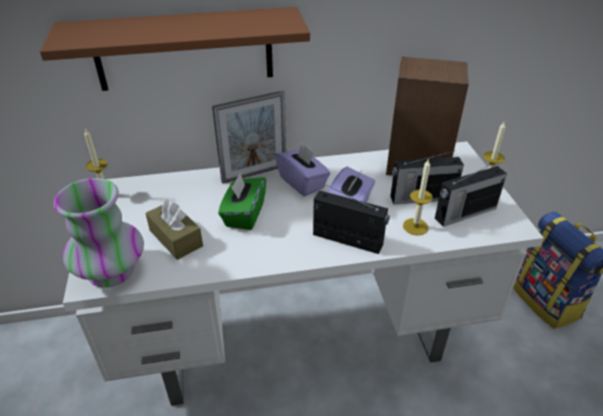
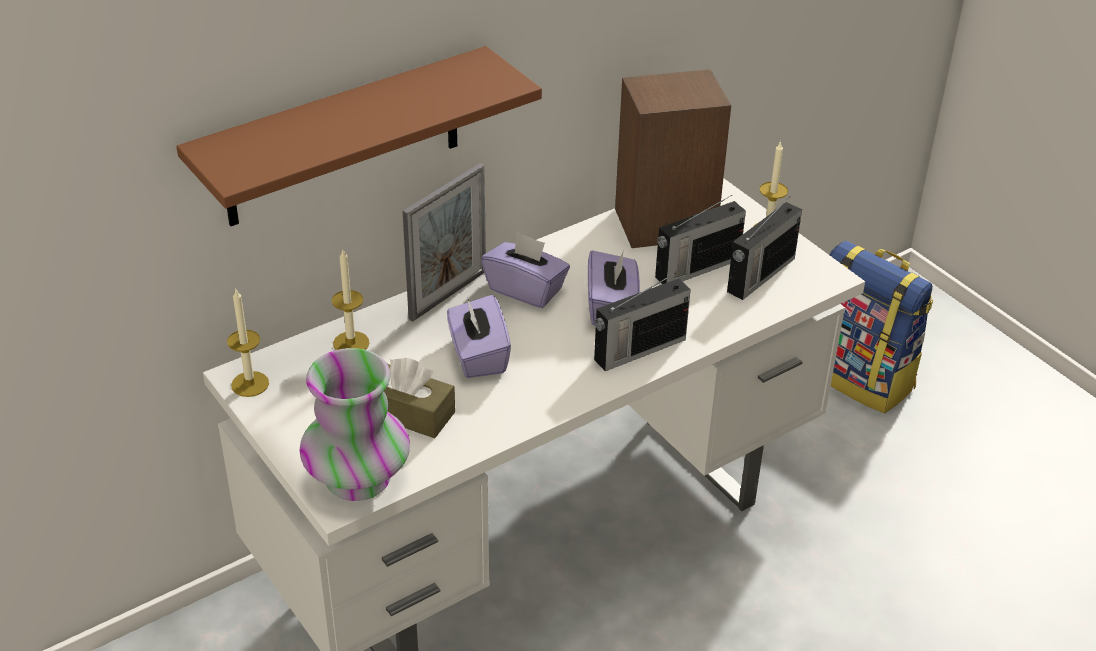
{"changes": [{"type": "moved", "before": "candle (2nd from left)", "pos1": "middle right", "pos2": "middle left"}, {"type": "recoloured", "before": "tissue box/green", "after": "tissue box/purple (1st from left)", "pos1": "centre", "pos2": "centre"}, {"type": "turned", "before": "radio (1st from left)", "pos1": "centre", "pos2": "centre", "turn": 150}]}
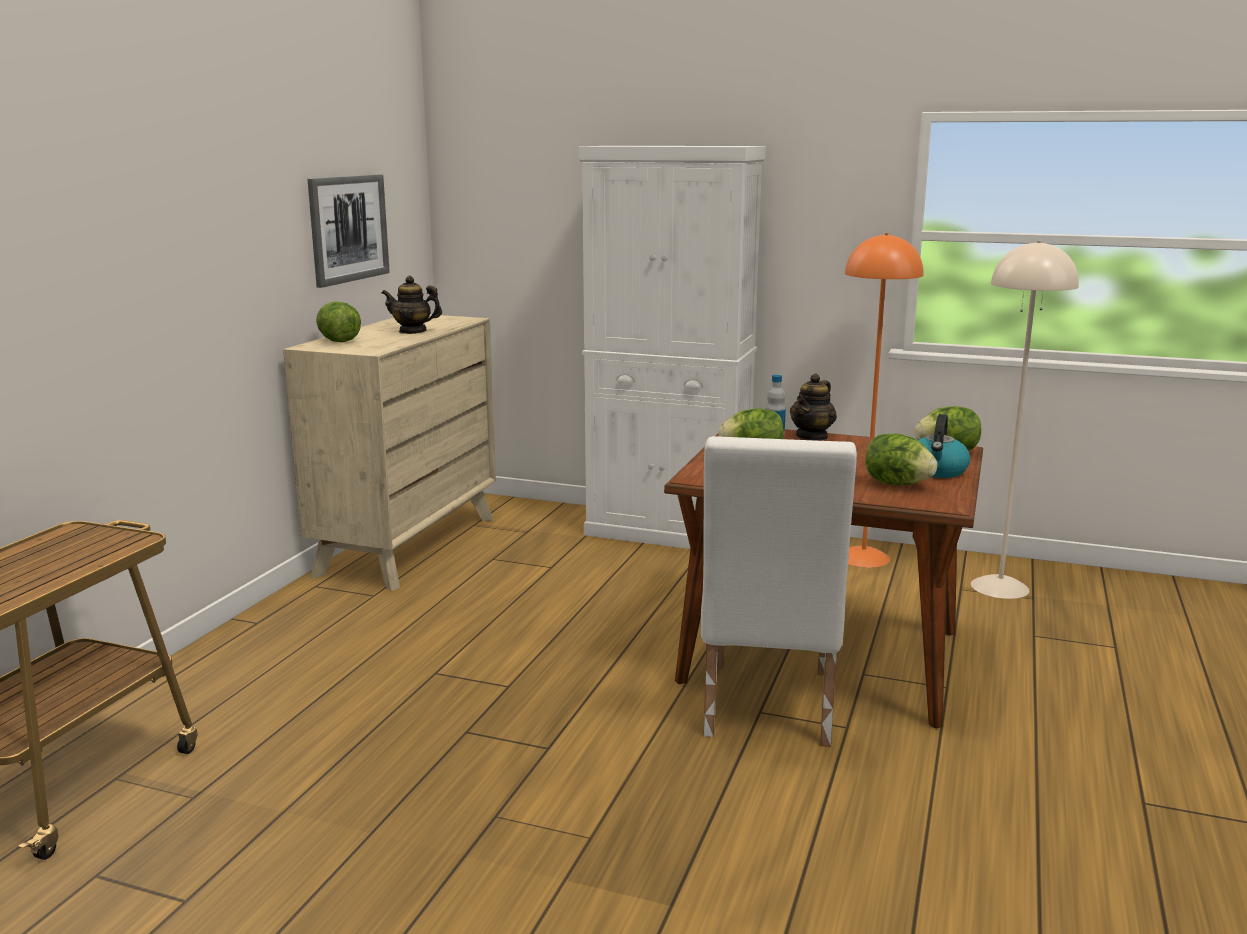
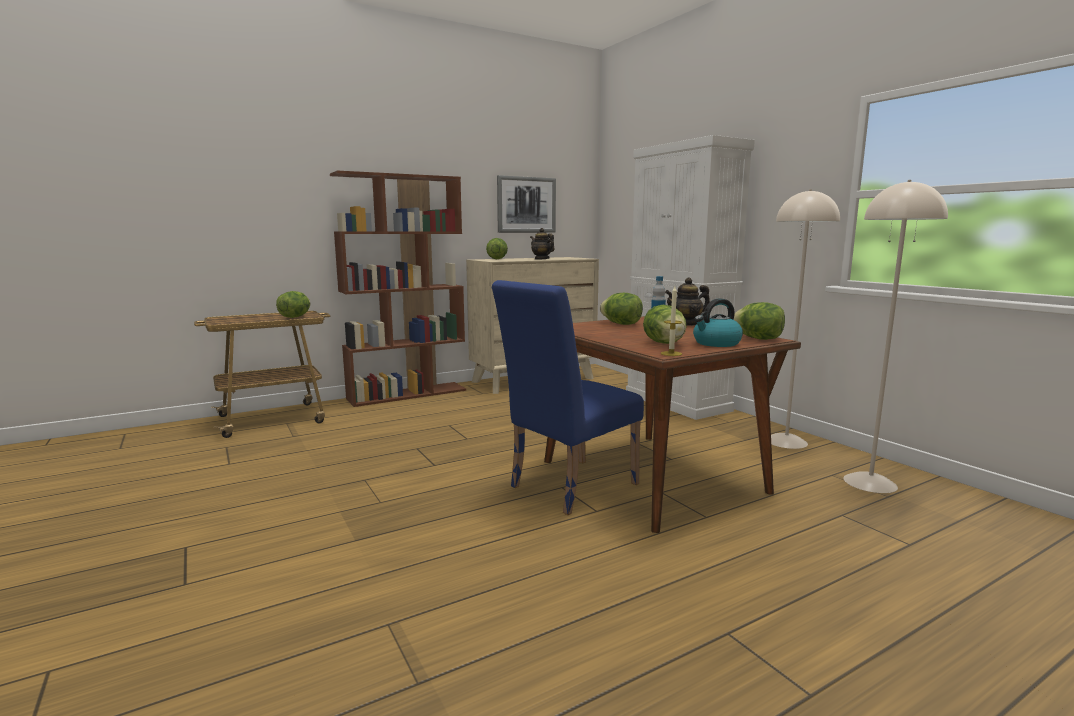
{"changes": [{"type": "recoloured", "before": "floor lamp/orange", "after": "floor lamp/beige (1st from left)", "pos1": "middle right", "pos2": "middle right"}, {"type": "recoloured", "before": "chair/white", "after": "chair/blue", "pos1": "centre", "pos2": "centre"}, {"type": "added", "after": "bookcase/brown", "pos2": "centre"}, {"type": "added", "after": "candle", "pos2": "centre"}, {"type": "added", "after": "lettuce (1st from left)", "pos2": "middle left"}]}
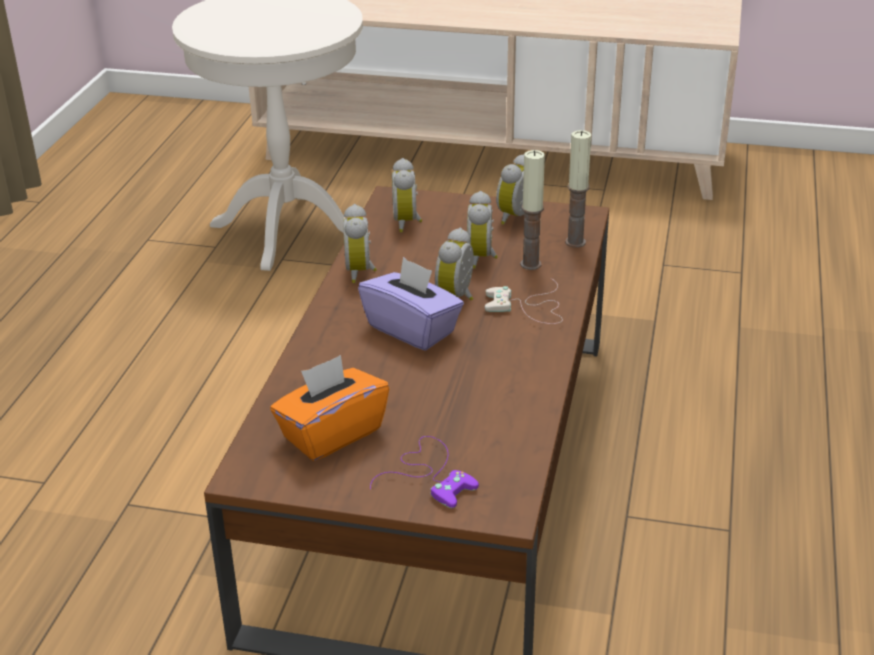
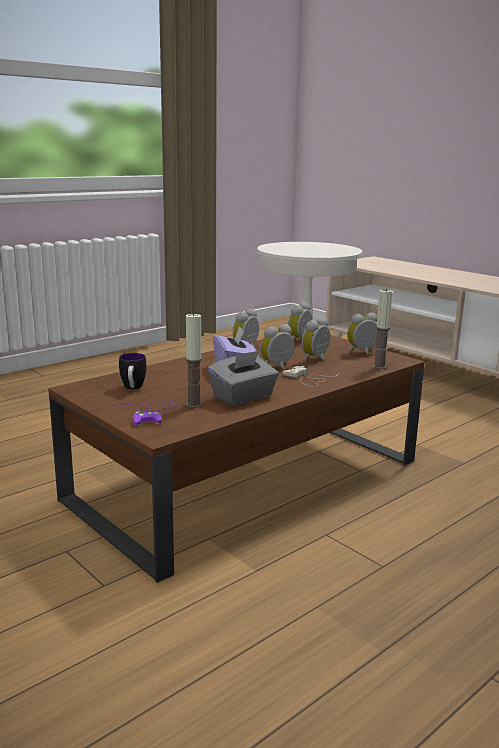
{"changes": [{"type": "moved", "before": "candle (1st from left)", "pos1": "top centre", "pos2": "centre"}, {"type": "replaced", "before": "tissue box/orange", "after": "mug", "pos1": "centre", "pos2": "middle left"}, {"type": "added", "after": "tissue box/grey", "pos2": "centre"}]}
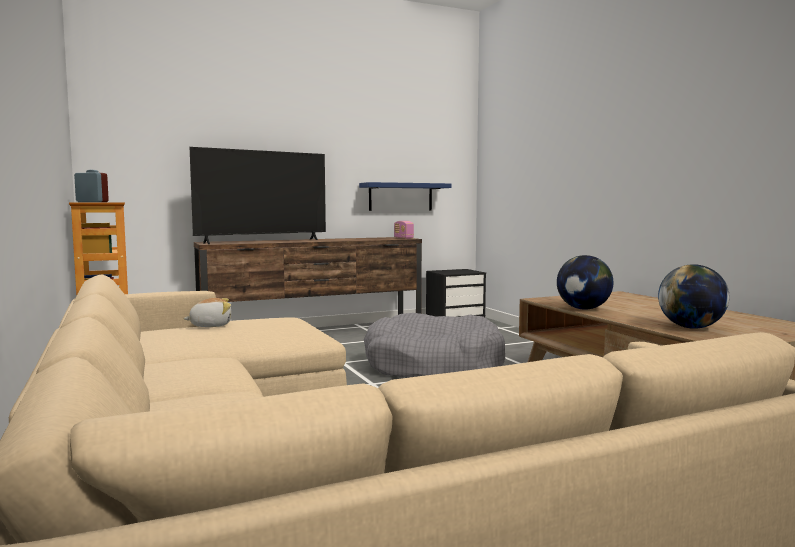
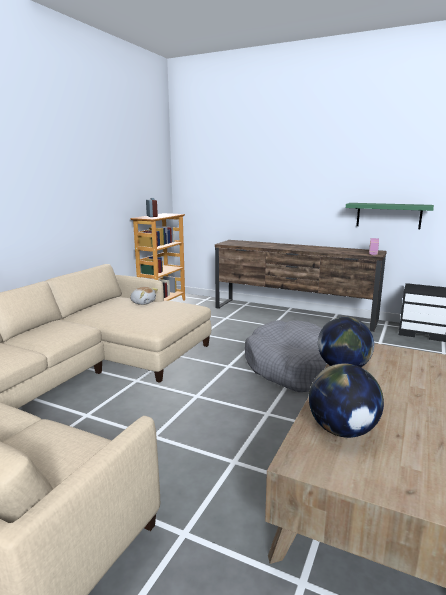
{"changes": [{"type": "removed", "before": "television", "pos1": "middle left"}, {"type": "recoloured", "before": "shelf/blue", "after": "shelf/green", "pos1": "centre", "pos2": "middle right"}]}
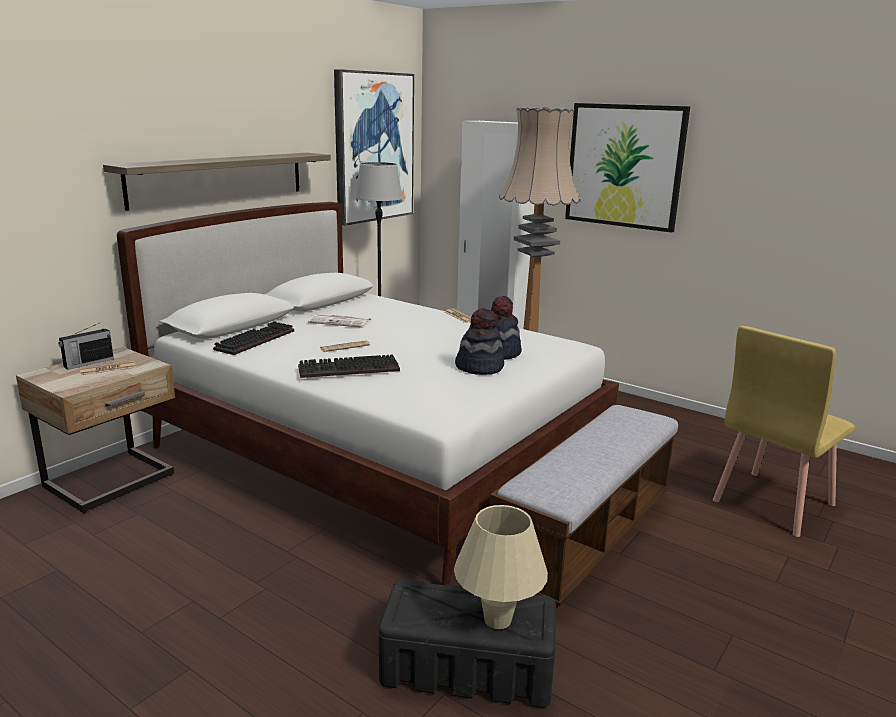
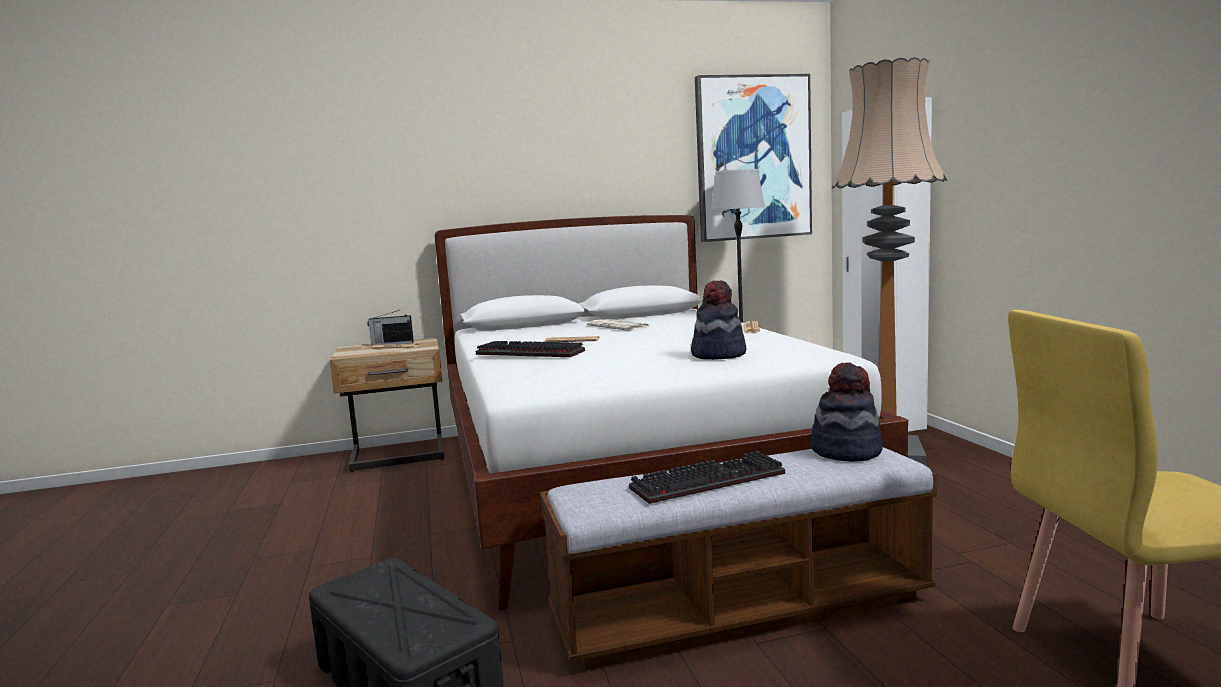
{"changes": [{"type": "removed", "before": "picture (2nd from left)", "pos1": "top right"}, {"type": "removed", "before": "shelf", "pos1": "top left"}, {"type": "moved", "before": "hat (1st from left in the first image)", "after": "hat (2nd from left)", "pos1": "centre", "pos2": "middle right"}, {"type": "moved", "before": "keyboard (1st from left in the first image)", "after": "keyboard (2nd from left)", "pos1": "middle left", "pos2": "bottom centre"}, {"type": "removed", "before": "table lamp/beige", "pos1": "bottom centre"}]}
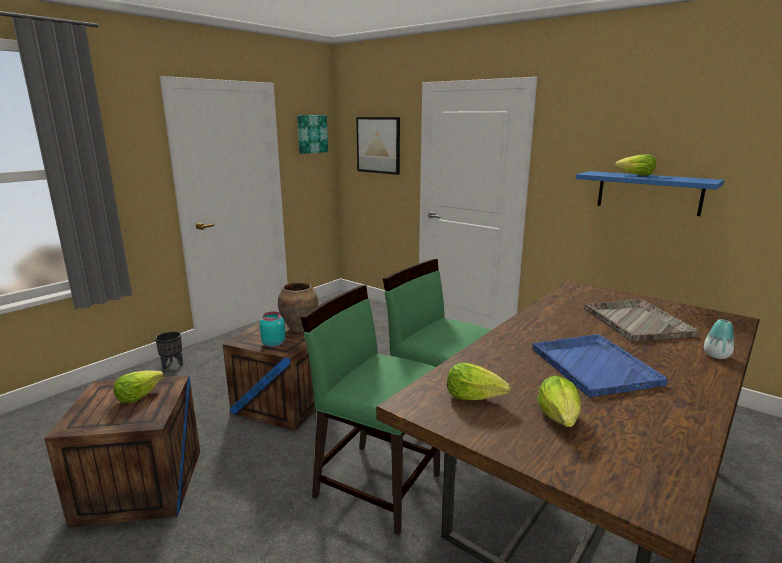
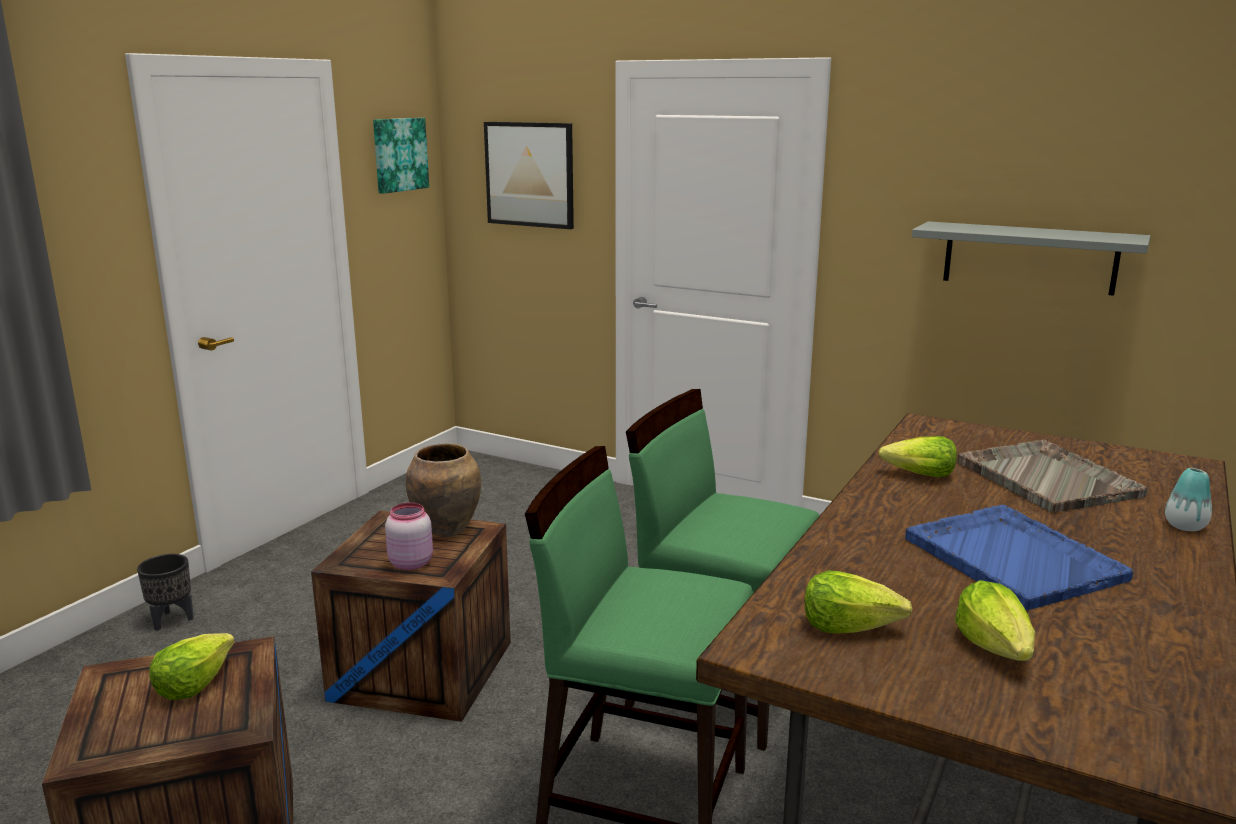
{"changes": [{"type": "moved", "before": "lettuce (4th from left in the first image)", "after": "lettuce (3rd from left)", "pos1": "top right", "pos2": "middle right"}, {"type": "recoloured", "before": "shelf/blue", "after": "shelf/grey", "pos1": "middle right", "pos2": "top right"}, {"type": "recoloured", "before": "jar/turquoise", "after": "jar/pink", "pos1": "centre", "pos2": "middle left"}]}
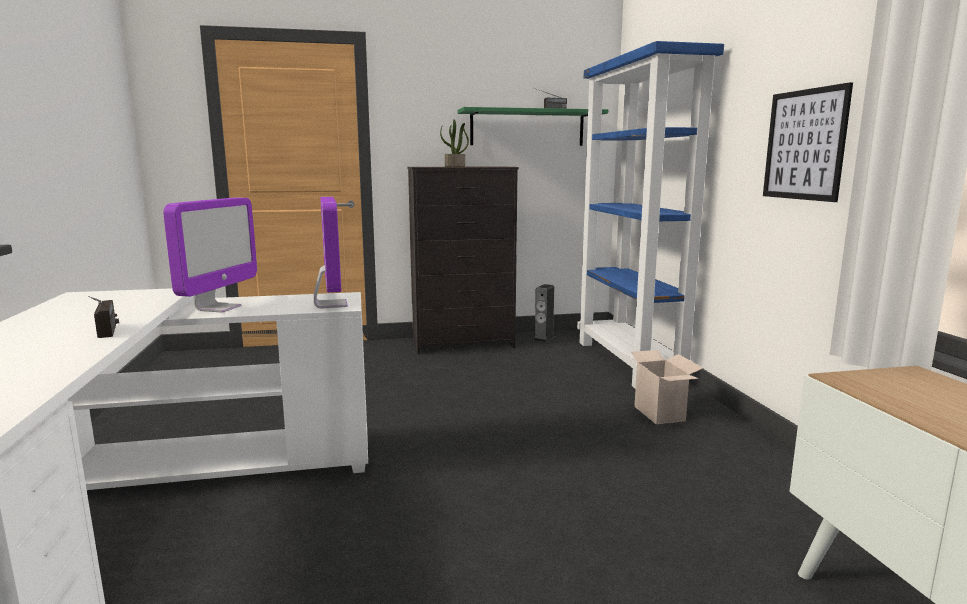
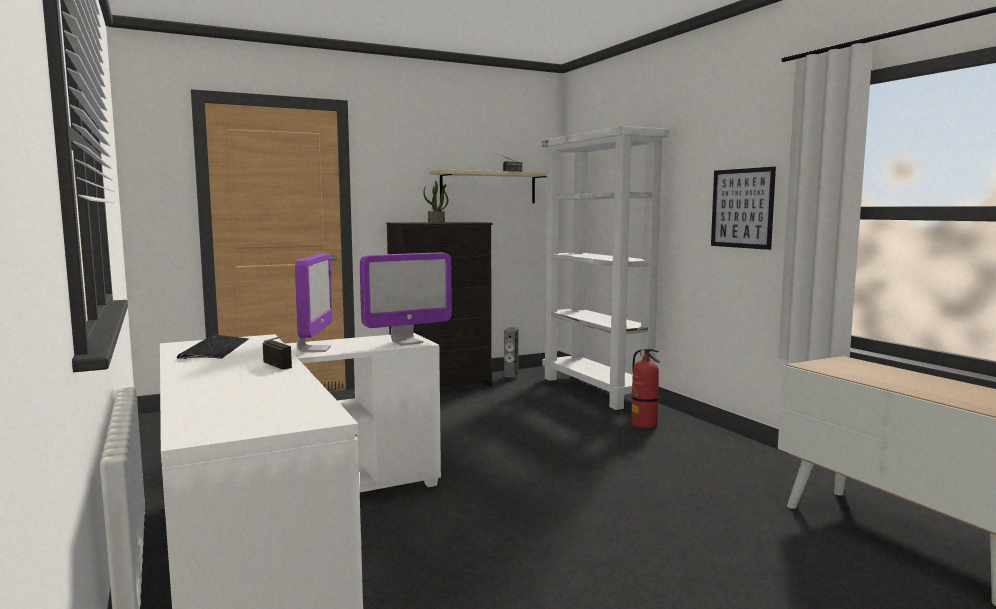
{"changes": [{"type": "recoloured", "before": "bookcase/blue", "after": "bookcase/white", "pos1": "middle right", "pos2": "centre"}, {"type": "recoloured", "before": "shelf/green", "after": "shelf/beige", "pos1": "top centre", "pos2": "top centre"}, {"type": "turned", "before": "monitor (2nd from left)", "pos1": "centre", "pos2": "centre", "turn": 90}, {"type": "replaced", "before": "cardboard box", "after": "fire extinguisher", "pos1": "middle right", "pos2": "centre"}, {"type": "added", "after": "keyboard", "pos2": "middle left"}]}
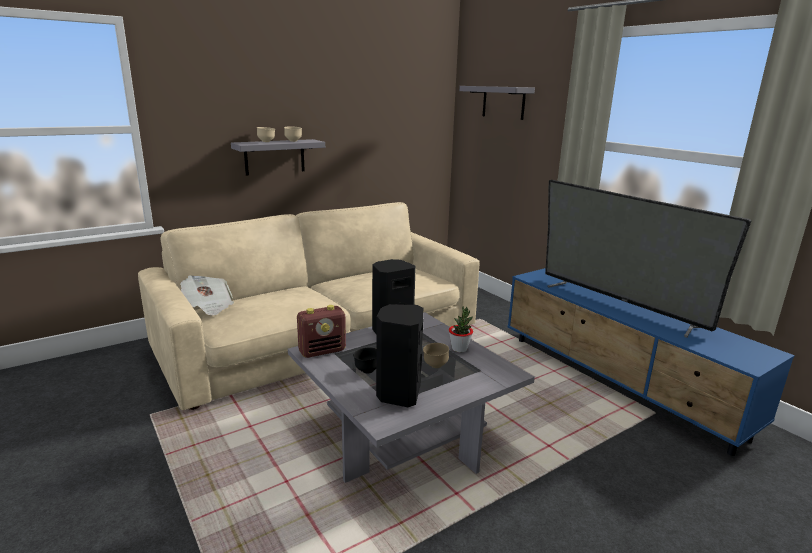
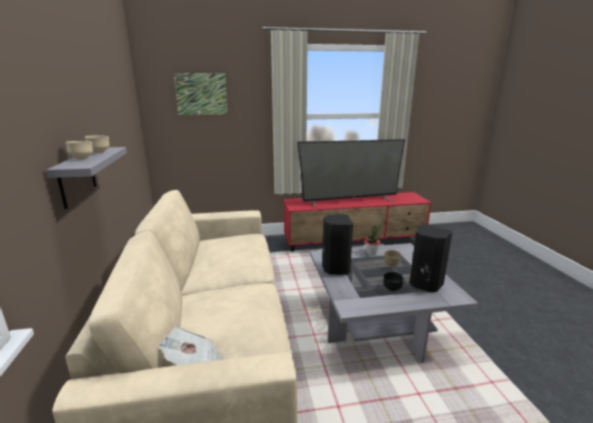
{"changes": [{"type": "replaced", "before": "shelf/grey (2nd from left)", "after": "picture", "pos1": "top centre", "pos2": "top centre"}, {"type": "recoloured", "before": "tv stand/blue", "after": "tv stand/red", "pos1": "middle right", "pos2": "centre"}, {"type": "removed", "before": "radio", "pos1": "centre"}]}
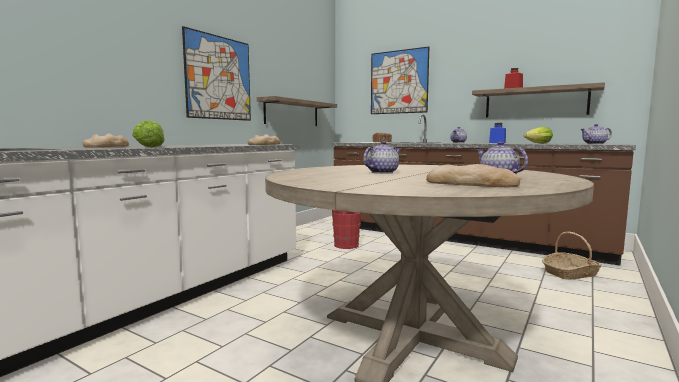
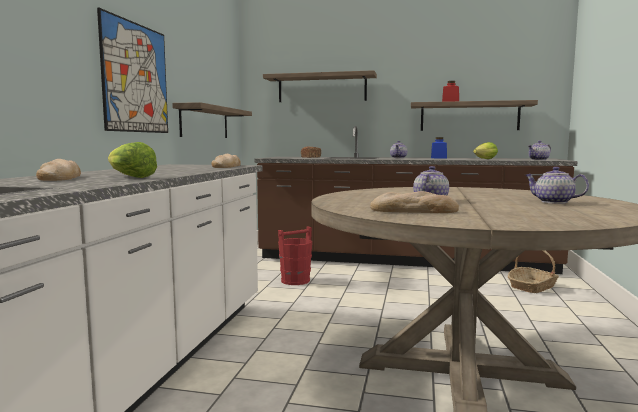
{"changes": [{"type": "replaced", "before": "picture (2nd from left)", "after": "shelf (2nd from left)", "pos1": "top centre", "pos2": "top centre"}, {"type": "moved", "before": "bread (4th from left)", "pos1": "middle right", "pos2": "centre"}]}
